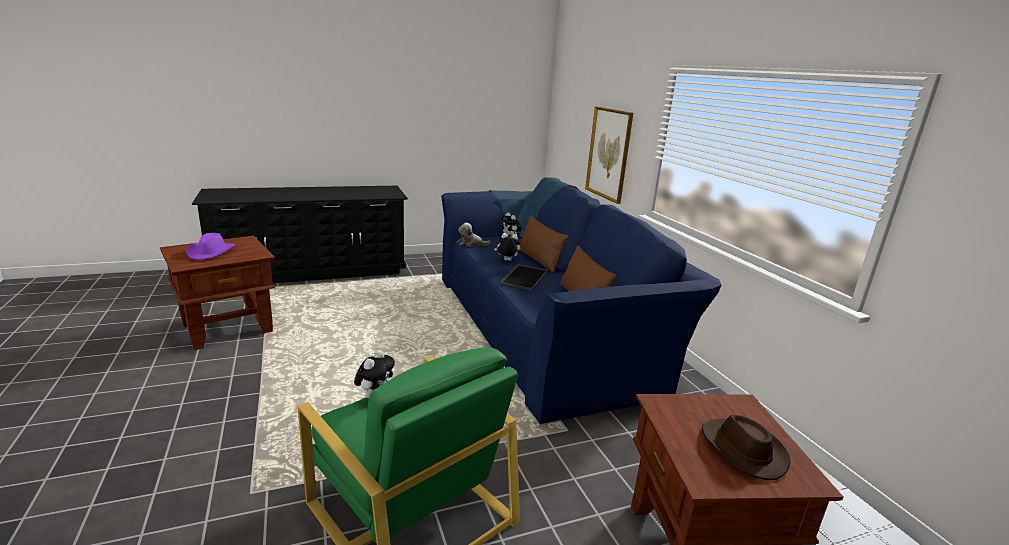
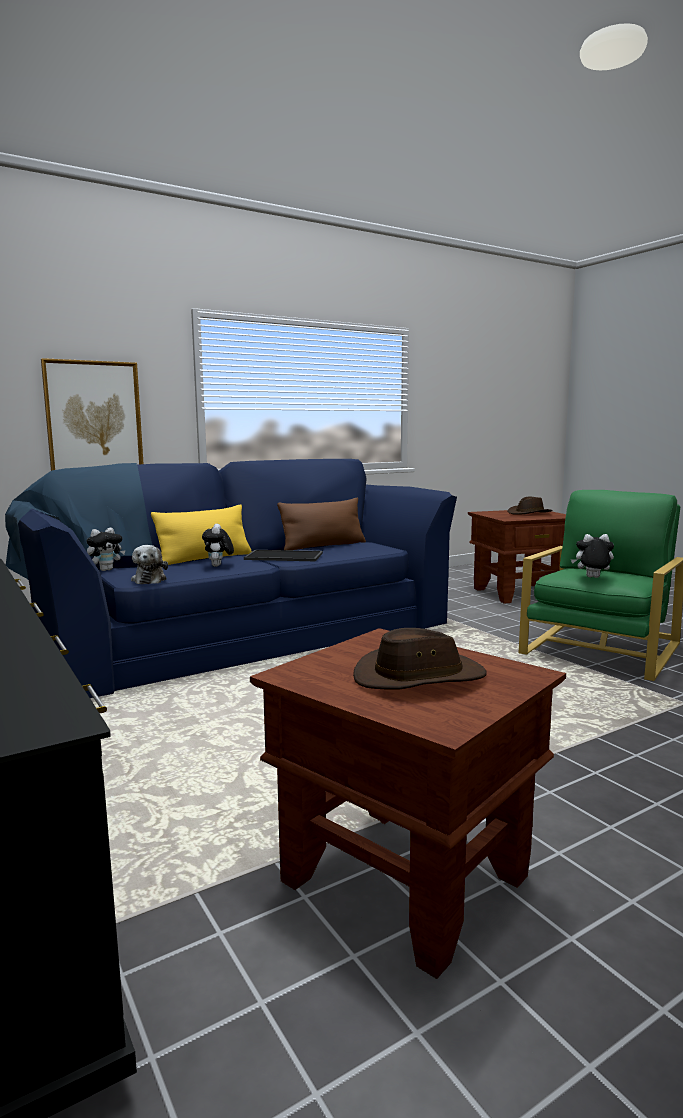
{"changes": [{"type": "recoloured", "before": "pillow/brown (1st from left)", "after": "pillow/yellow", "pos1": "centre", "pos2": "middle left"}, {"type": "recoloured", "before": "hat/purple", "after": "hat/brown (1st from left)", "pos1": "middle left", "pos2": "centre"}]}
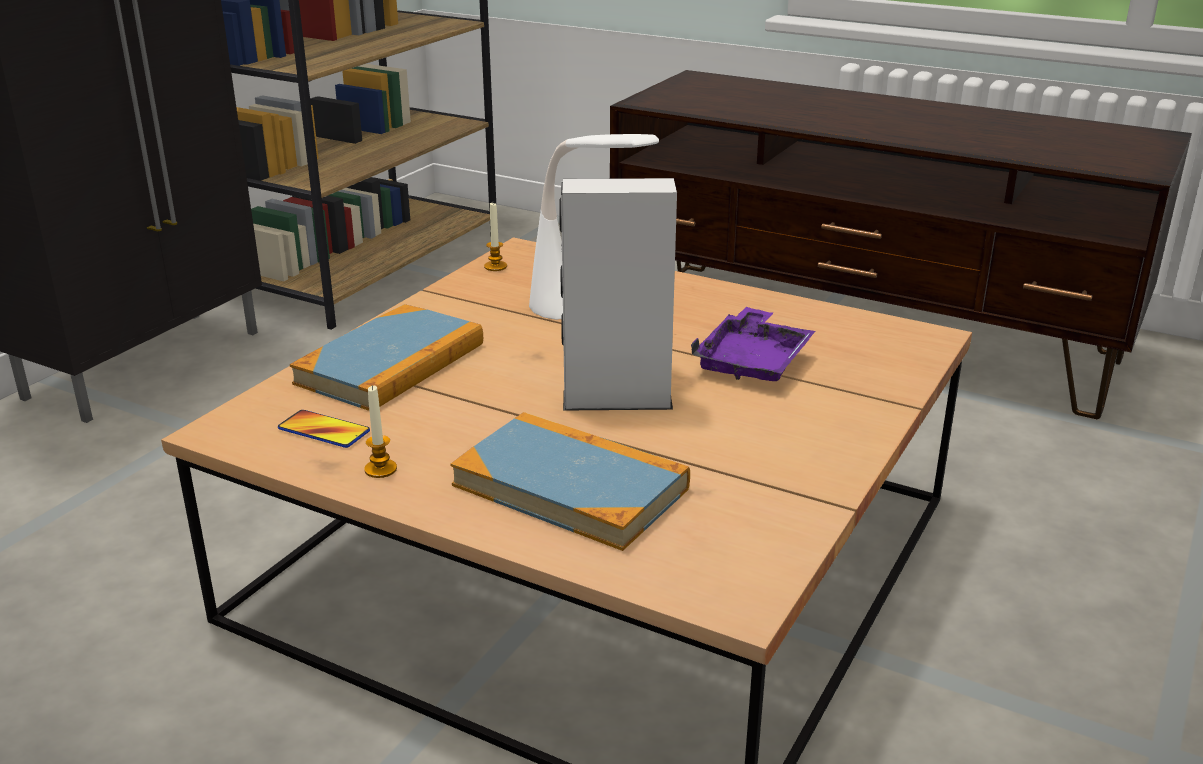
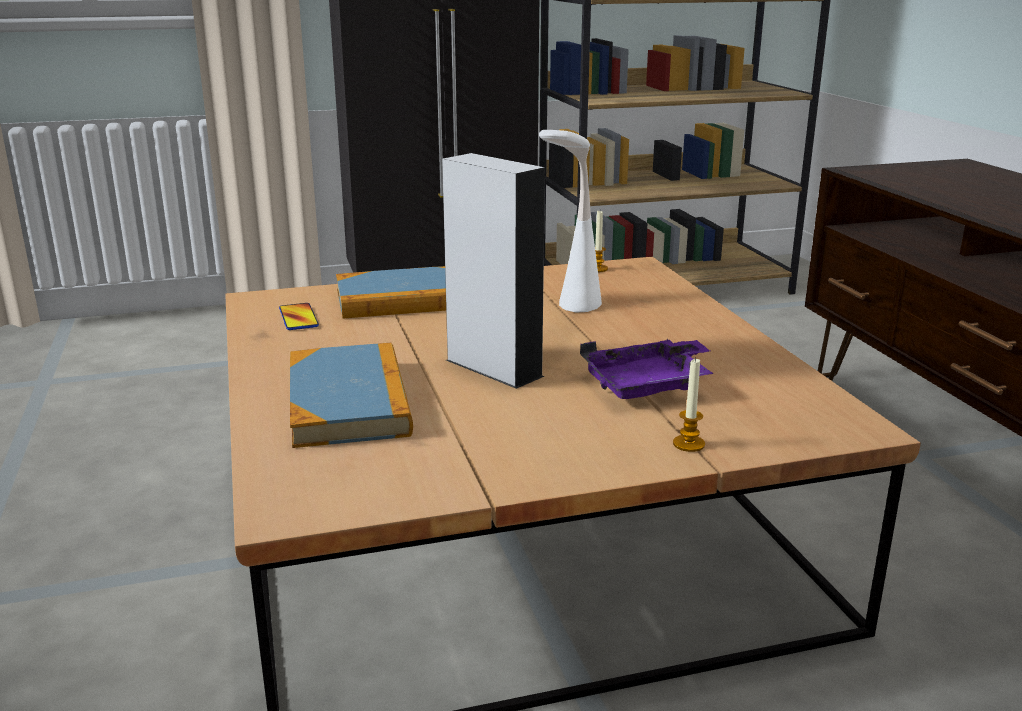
{"changes": [{"type": "moved", "before": "candle (1st from left in the first image)", "after": "candle (2nd from left)", "pos1": "middle left", "pos2": "middle right"}]}
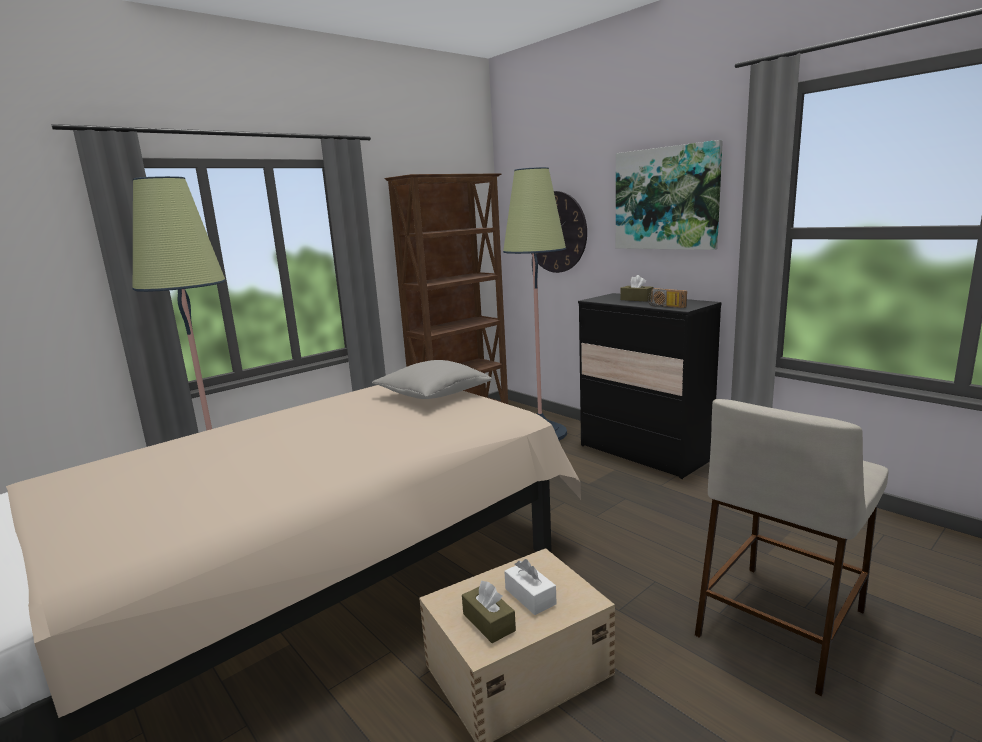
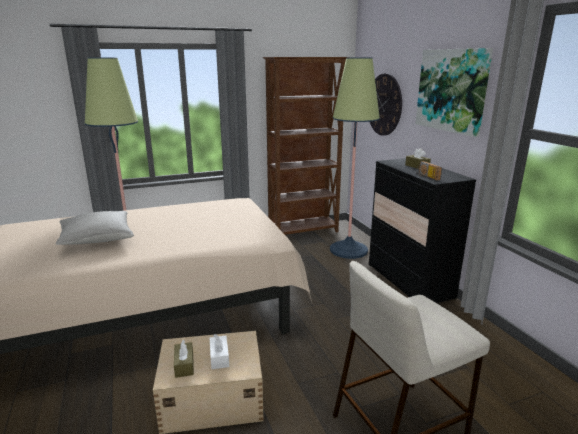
{"changes": [{"type": "moved", "before": "pillow/grey", "pos1": "centre", "pos2": "middle left"}]}
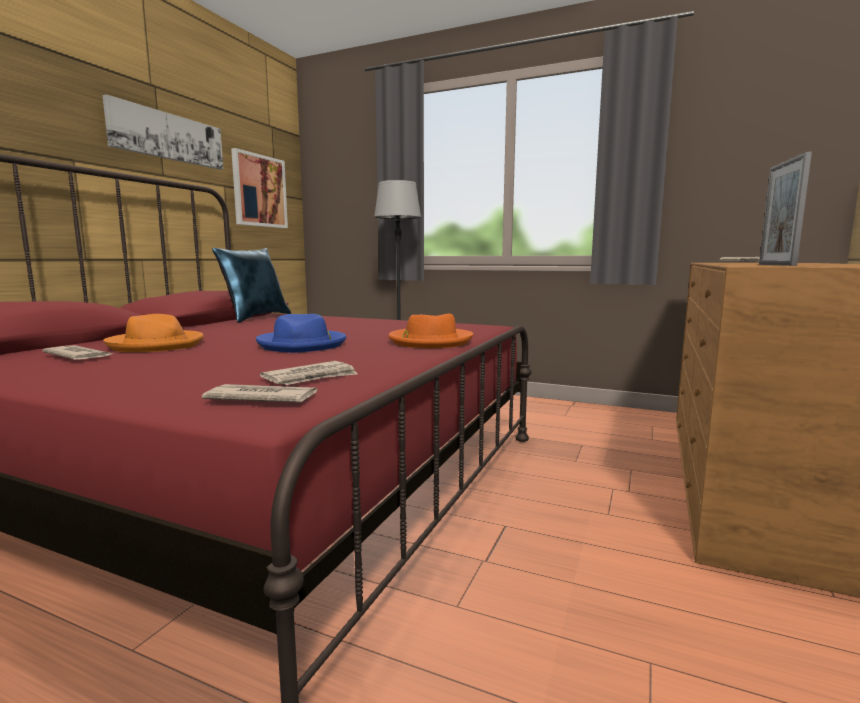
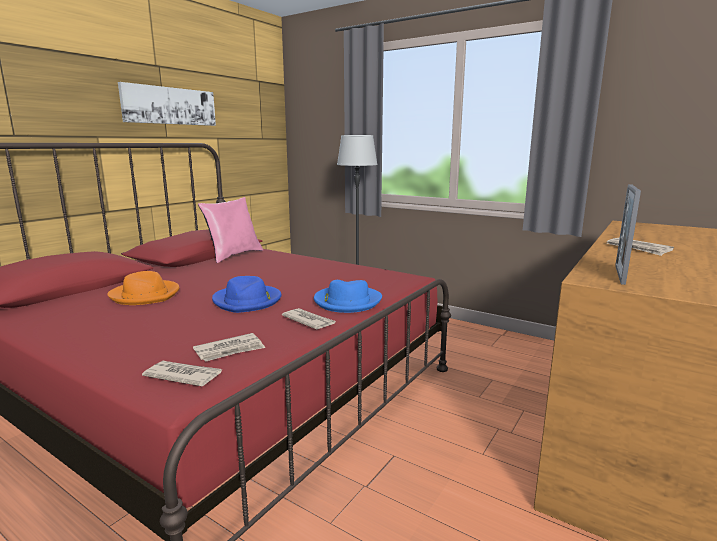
{"changes": [{"type": "removed", "before": "picture (2nd from left)", "pos1": "top left"}, {"type": "recoloured", "before": "pillow/blue", "after": "pillow/pink", "pos1": "middle left", "pos2": "middle left"}, {"type": "recoloured", "before": "hat/orange (2nd from left)", "after": "hat/blue (2nd from left)", "pos1": "centre", "pos2": "centre"}, {"type": "moved", "before": "newspaper (1st from left in the first image)", "after": "newspaper (3rd from left)", "pos1": "middle left", "pos2": "centre"}]}
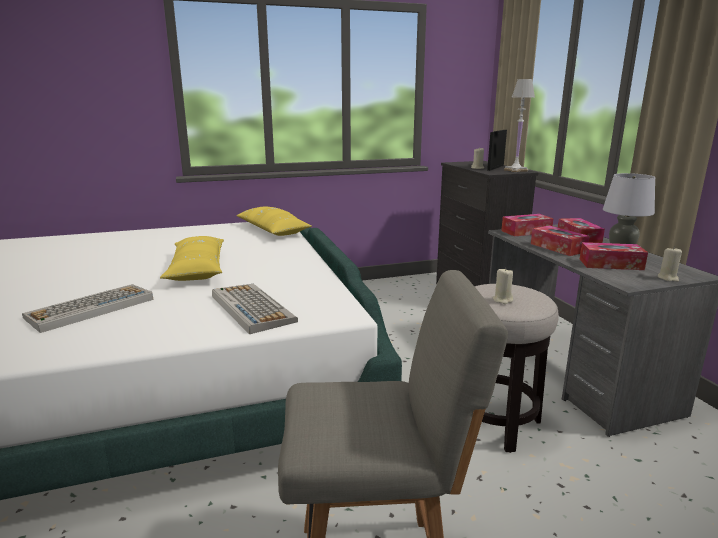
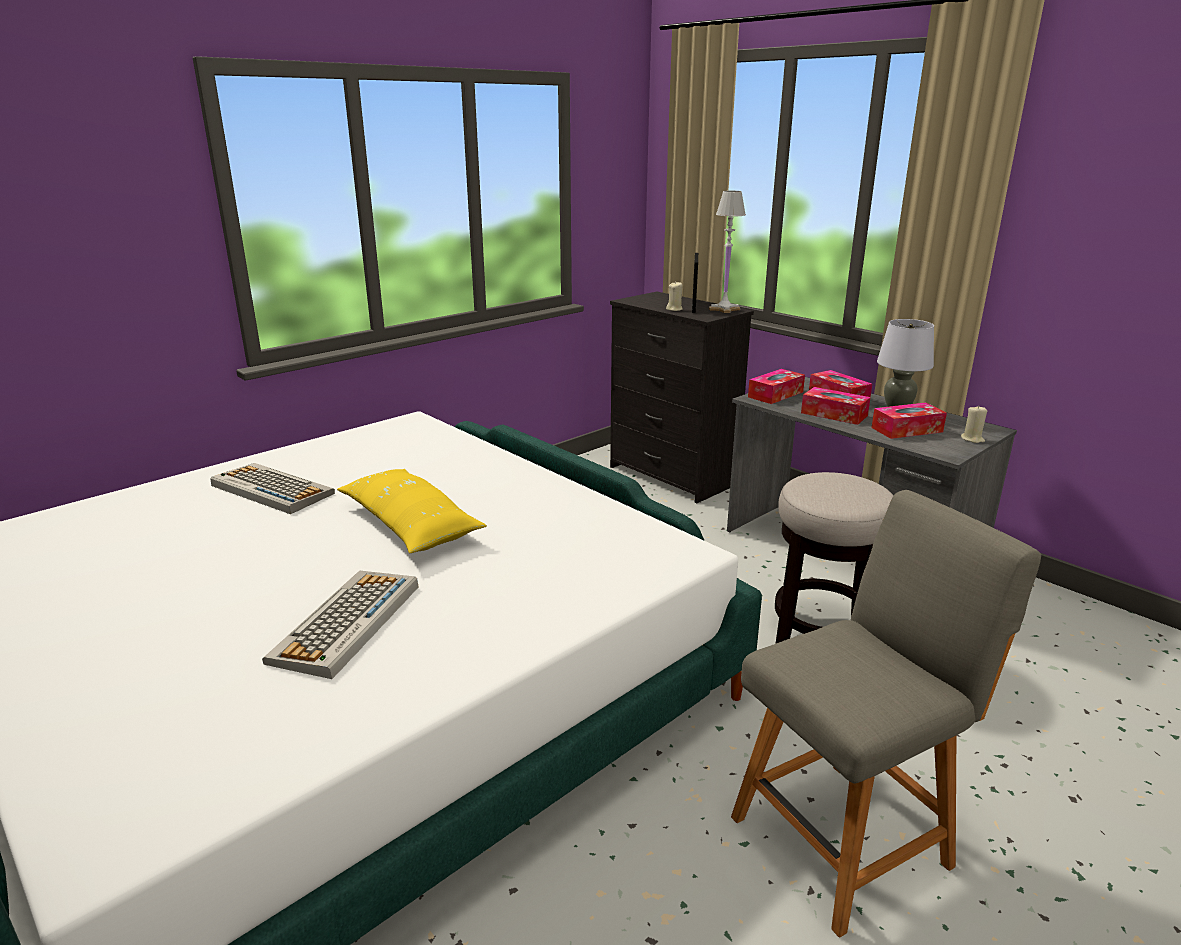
{"changes": [{"type": "removed", "before": "pillow/yellow (2nd from left)", "pos1": "centre"}, {"type": "removed", "before": "candle/beige (2nd from left)", "pos1": "middle right"}, {"type": "moved", "before": "keyboard (2nd from left in the first image)", "after": "keyboard (1st from left)", "pos1": "centre", "pos2": "middle left"}]}
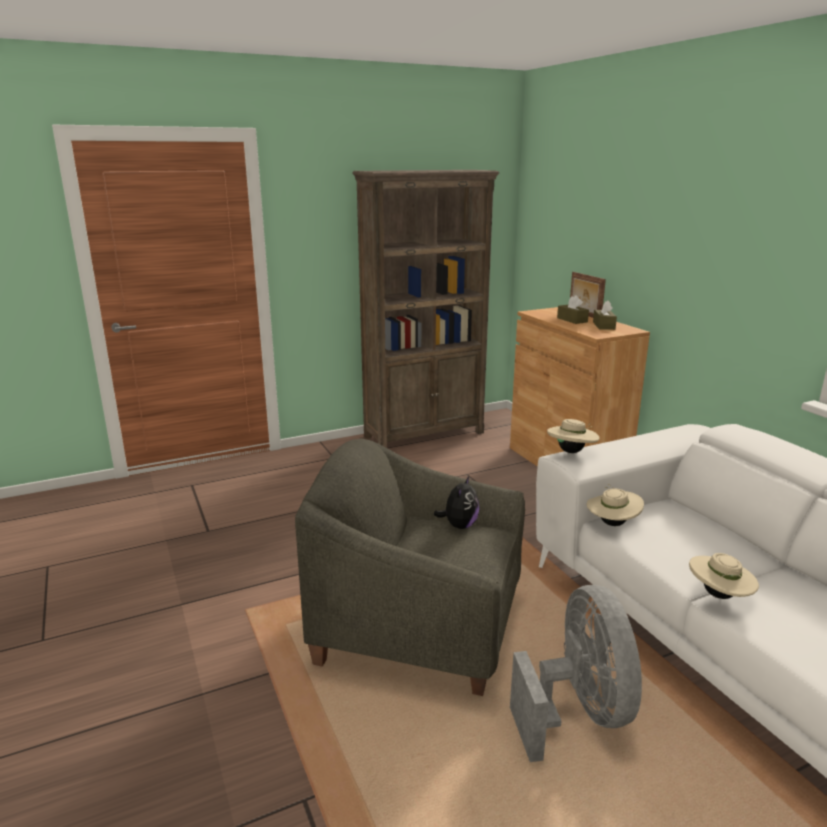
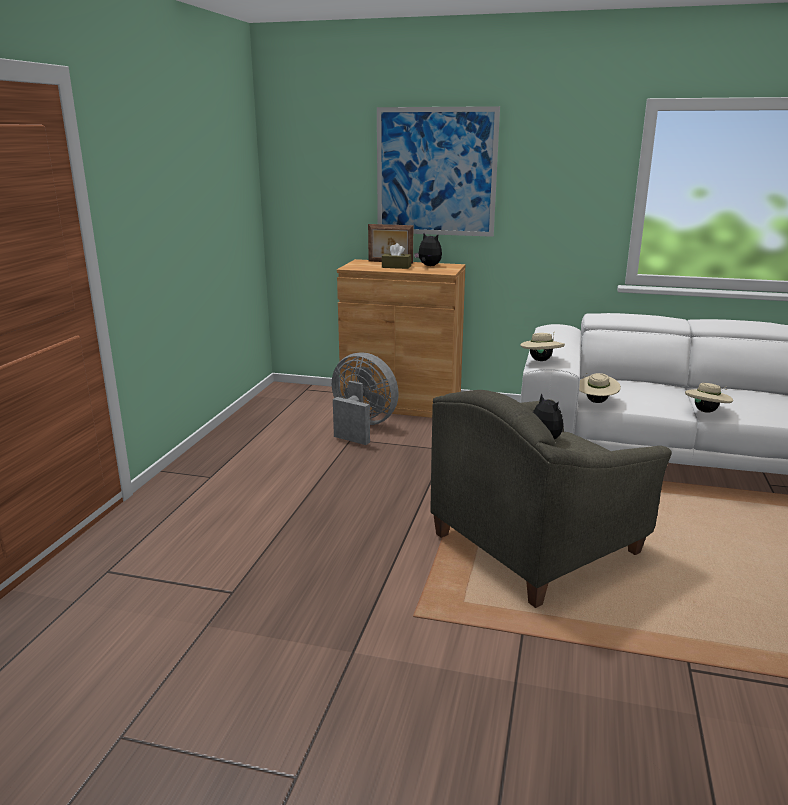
{"changes": [{"type": "removed", "before": "bookcase/brown", "pos1": "centre"}, {"type": "replaced", "before": "tissue box/brown (2nd from left)", "after": "plush toy (1st from left)", "pos1": "middle right", "pos2": "top centre"}, {"type": "moved", "before": "fan/grey", "pos1": "bottom right", "pos2": "centre"}, {"type": "added", "after": "picture", "pos2": "top centre"}]}
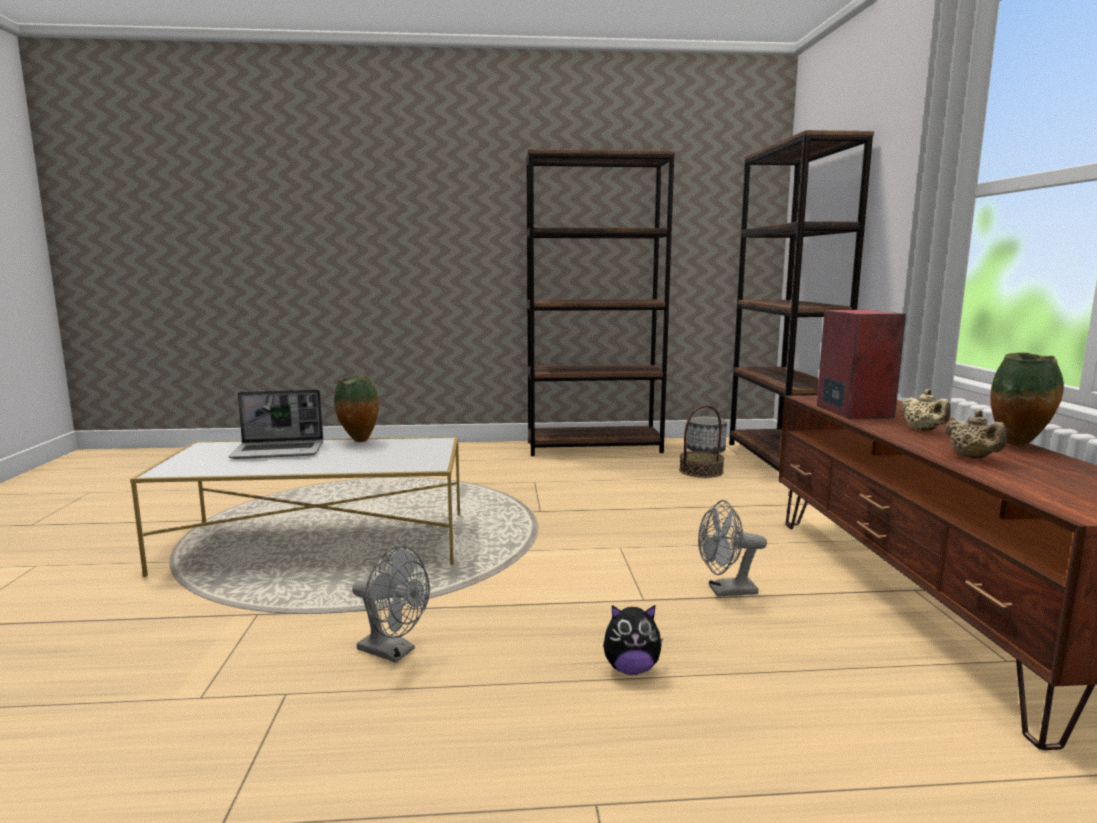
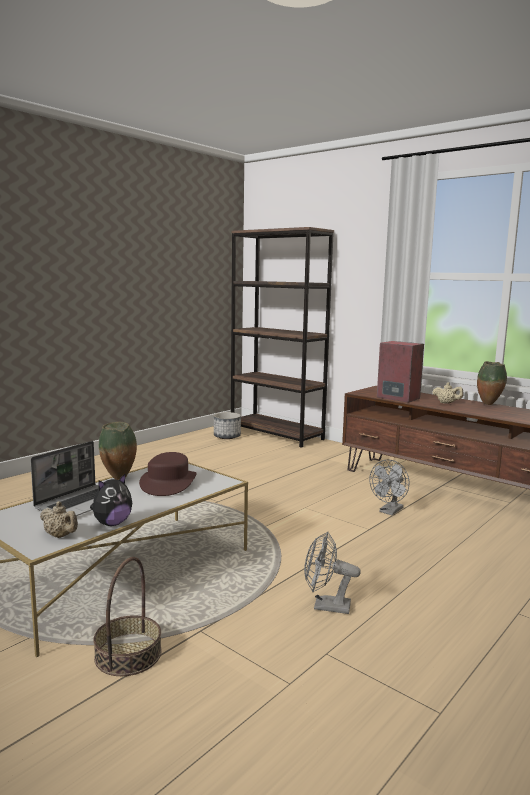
{"changes": [{"type": "removed", "before": "bookcase/brown (1st from left)", "pos1": "centre"}, {"type": "moved", "before": "basket", "pos1": "centre", "pos2": "bottom left"}, {"type": "moved", "before": "teapot/beige (2nd from left in the first image)", "after": "teapot/beige (1st from left)", "pos1": "middle right", "pos2": "middle left"}, {"type": "turned", "before": "fan/grey (1st from left)", "pos1": "bottom centre", "pos2": "bottom centre", "turn": -150}, {"type": "moved", "before": "plush toy", "pos1": "bottom centre", "pos2": "middle left"}, {"type": "added", "after": "hat/brown", "pos2": "middle left"}]}
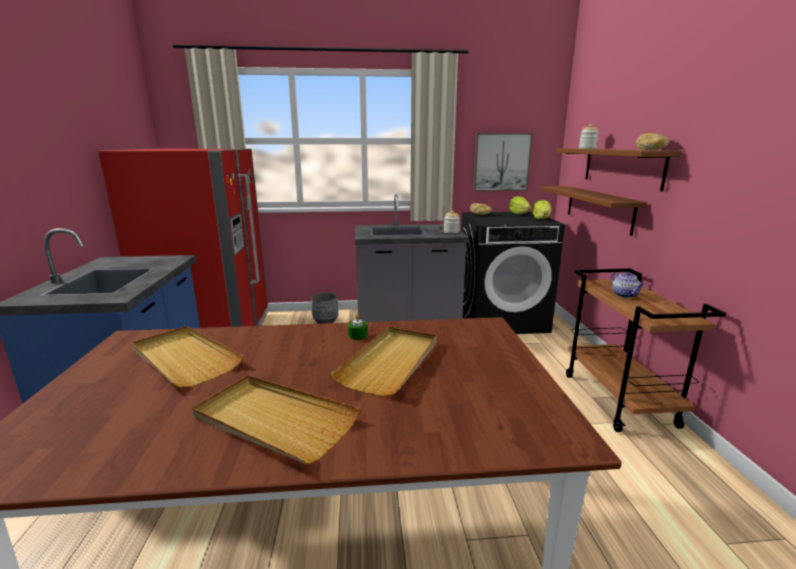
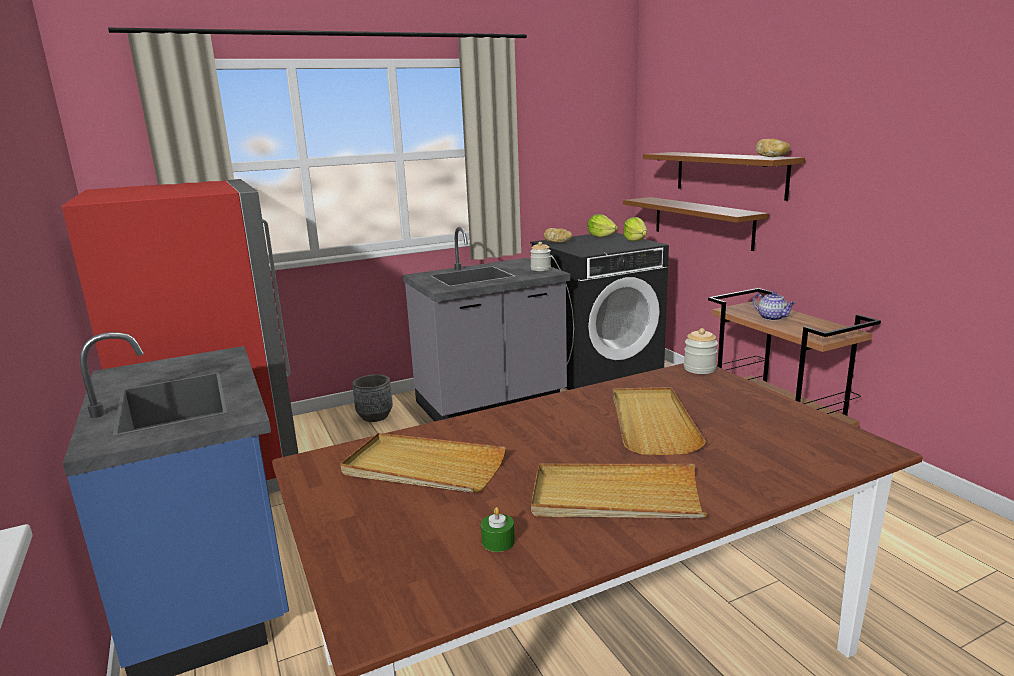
{"changes": [{"type": "moved", "before": "jar (2nd from left)", "pos1": "top right", "pos2": "middle right"}, {"type": "removed", "before": "picture", "pos1": "top centre"}, {"type": "moved", "before": "candle/green", "pos1": "centre", "pos2": "bottom centre"}]}
